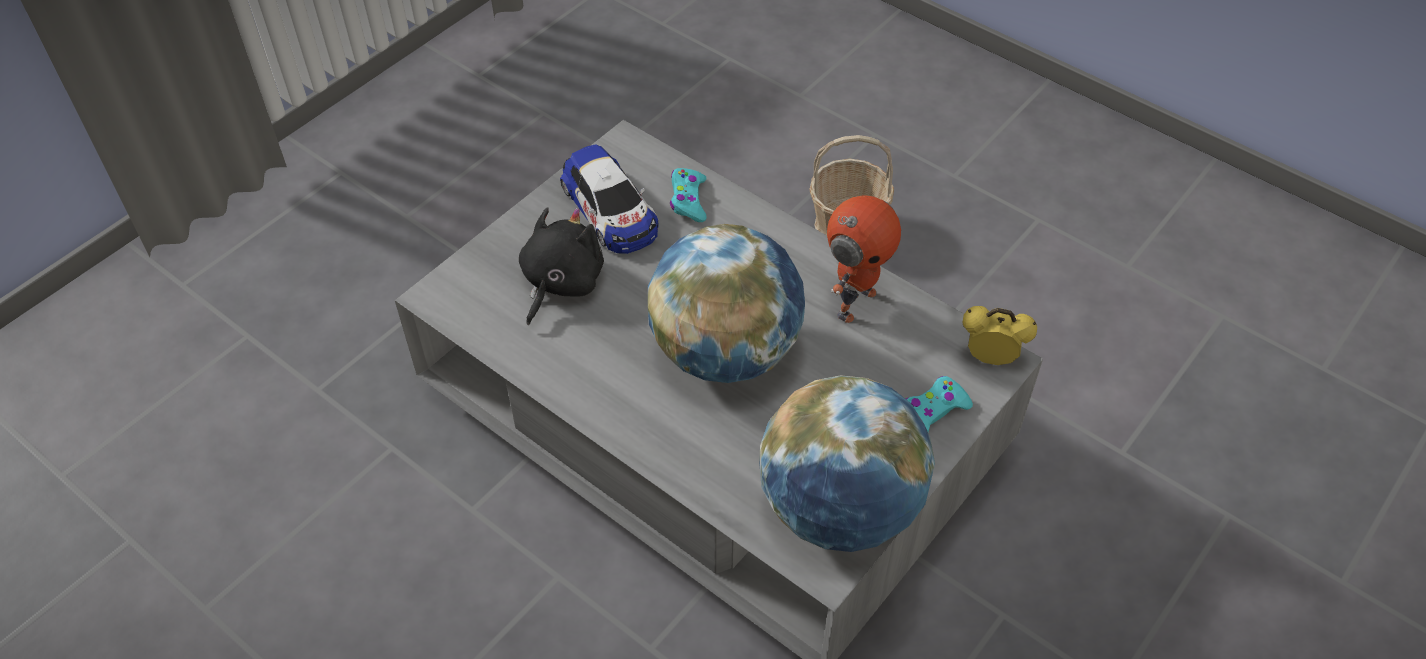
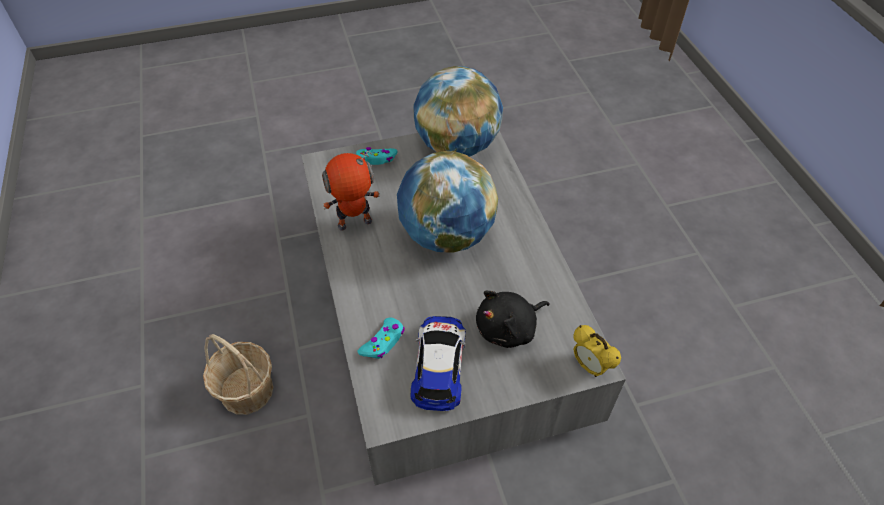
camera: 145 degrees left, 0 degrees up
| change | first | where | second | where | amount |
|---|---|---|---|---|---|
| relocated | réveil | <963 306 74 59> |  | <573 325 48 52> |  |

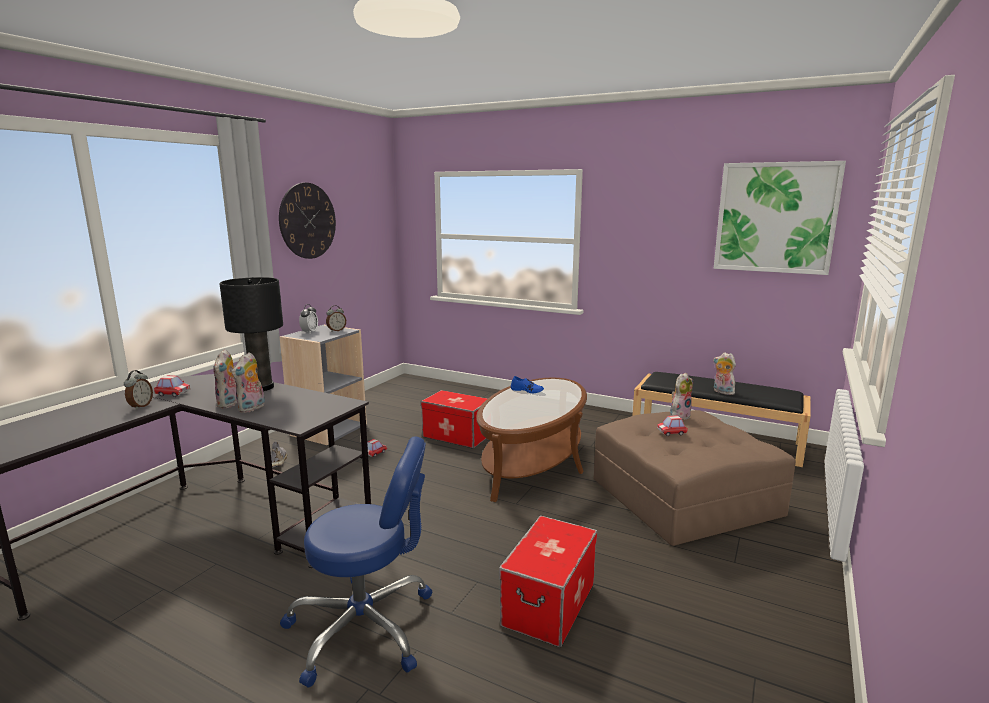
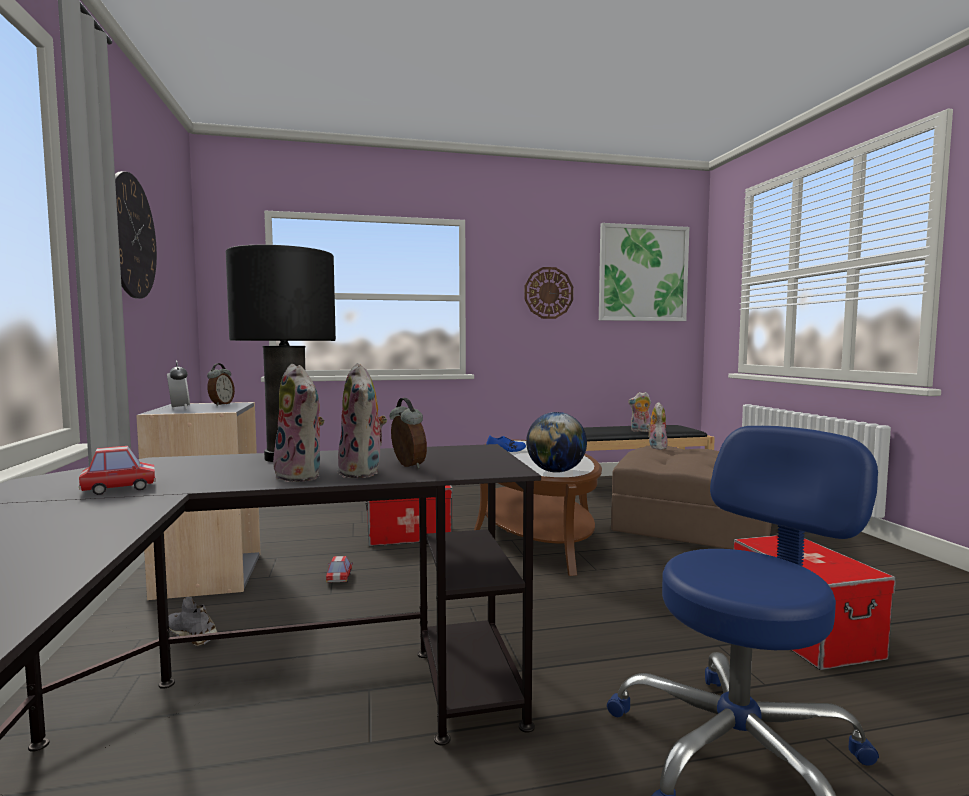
camera: 40 degrees left, 10 degrees down
| change | first | where | second | where | amount |
|---|---|---|---|---|---|
| missing | petite voiture | <657 415 31 21> |  |  |  |
| appeared |  |  | horloge murale | <524 267 49 52> |  |
| appeared |  |  | globe | <526 412 61 61> |  |
| relocated | réveil | <124 370 29 40> |  | <390 398 37 71> |  |

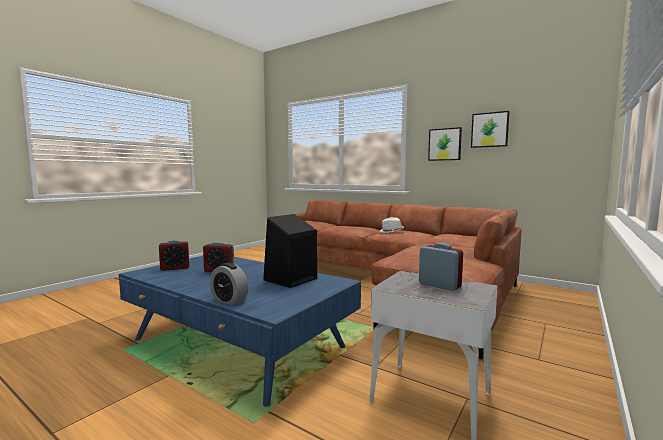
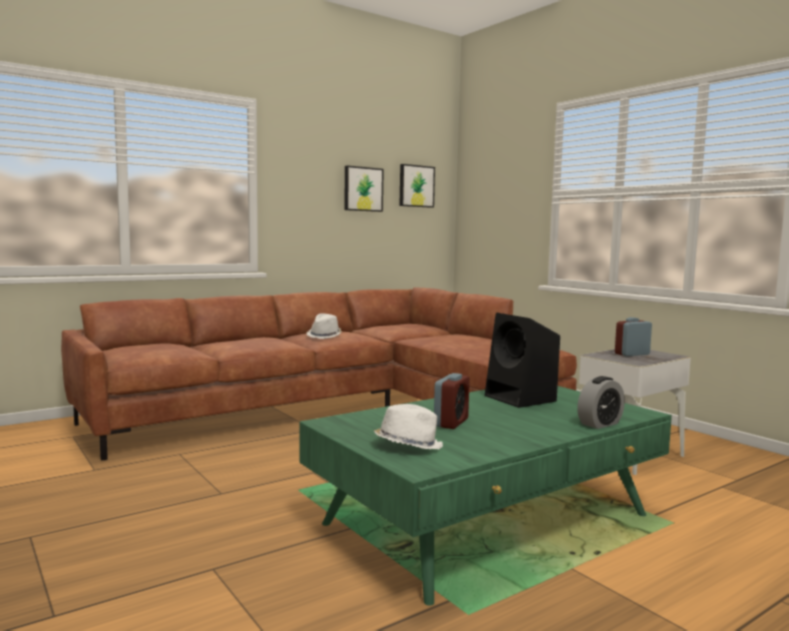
camera: 70 degrees left, 0 degrees up
| change | first | where | second | where | amount |
|---|---|---|---|---|---|
| relocated | tableau | <428 127 34 34> |  | <399 164 36 44> |  |
| exchanged | réveil | <159 239 30 32> | chapeau [blanc] | <374 404 69 46> |  |
| colour | table basse [bleu] | <119 256 242 151> | table basse [vert] | <299 386 373 220> |  |

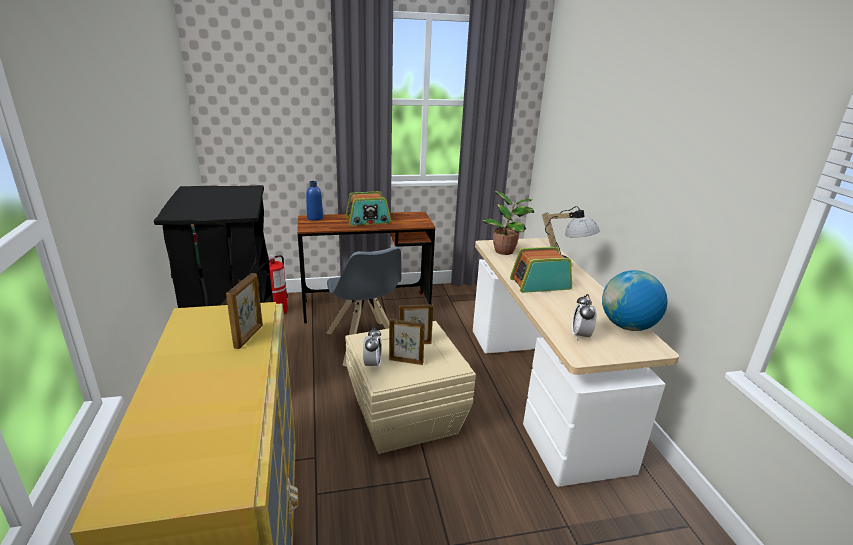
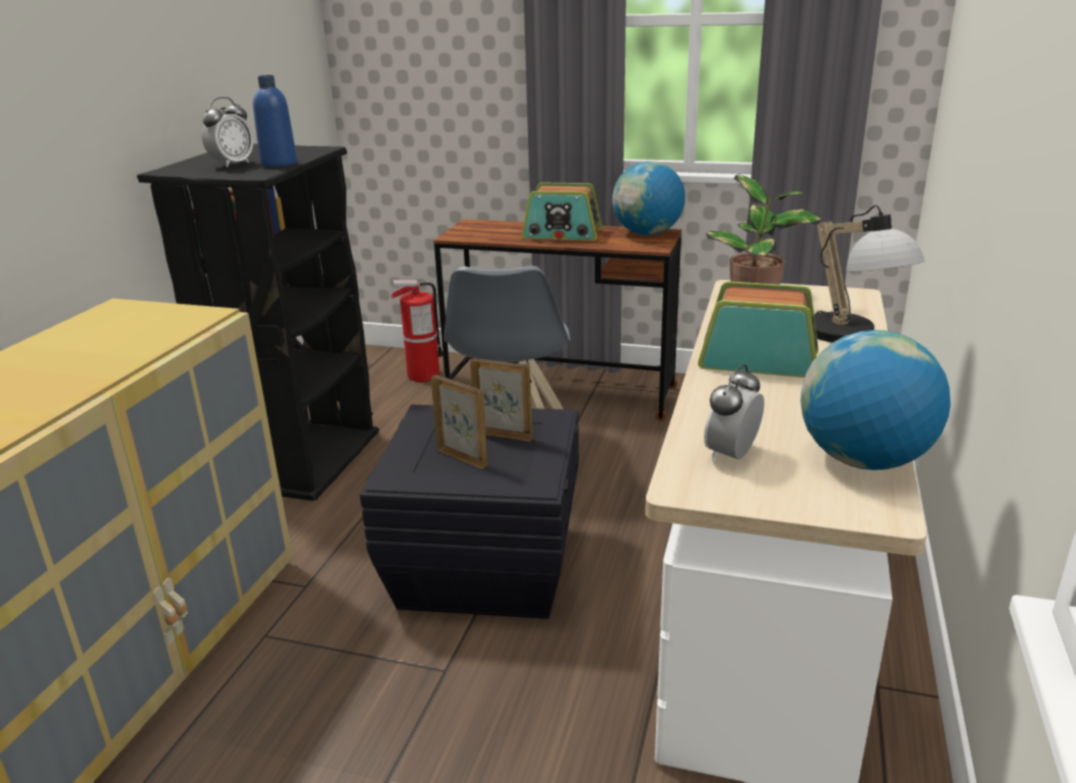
camera: 30 degrees right, 0 degrees up
| change | first | where | second | where | amount |
|---|---|---|---|---|---|
| missing | cadre photo | <226 273 37 76> |  |  |  |
| appeared |  |  | globe | <612 161 73 74> |  |
| relocated | bouteille [bleu] | <306 181 17 40> |  | <253 75 44 92> |  |
| relocated | réveil | <363 327 19 43> |  | <202 97 52 71> |  |
| colour | boîte de rangement [beige] | <345 321 131 133> | boîte de rangement [noir] | <360 405 219 214> |  |

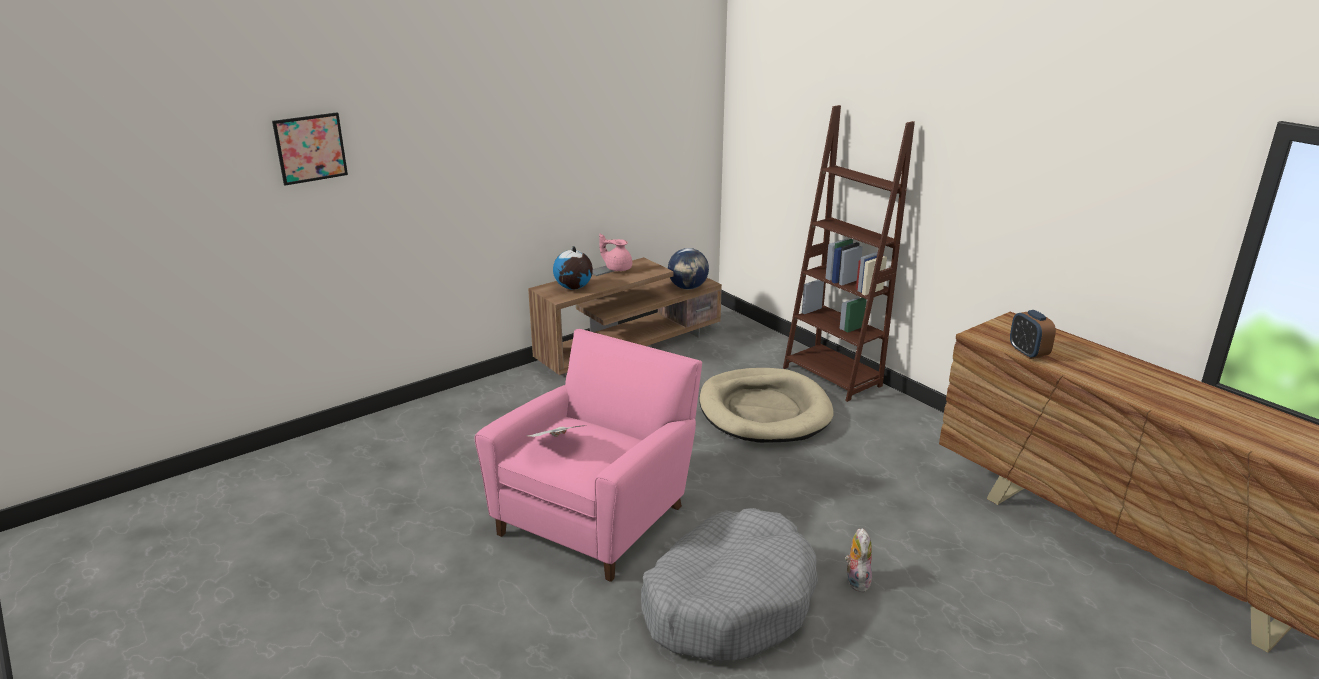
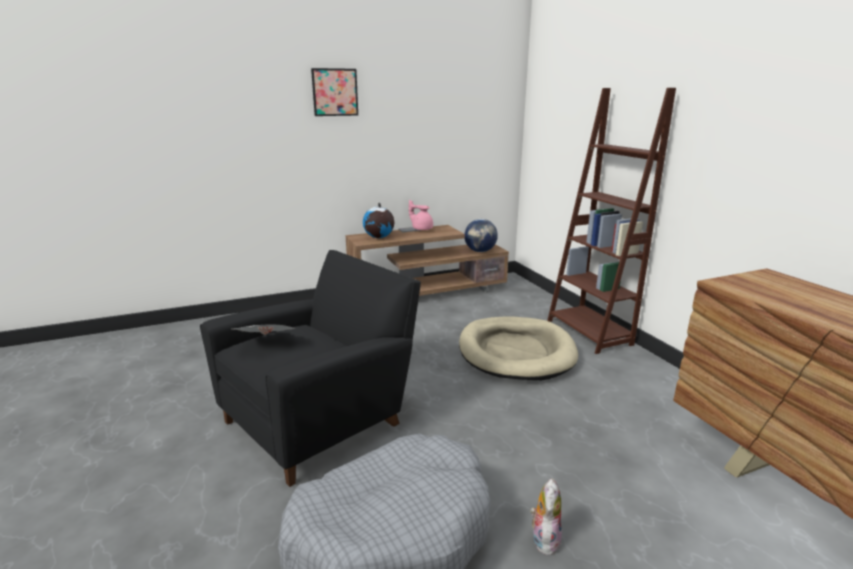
camera: 15 degrees right, 5 degrees down
| change | first | where | second | where | amount |
|---|---|---|---|---|---|
| missing | réveil | <1010 310 46 49> |  |  |  |
| relocated | tableau | <272 112 76 74> |  | <311 68 47 48> |  |
| colour | fauteuil [rose] | <475 329 227 253> | fauteuil [noir] | <200 250 221 237> |  |

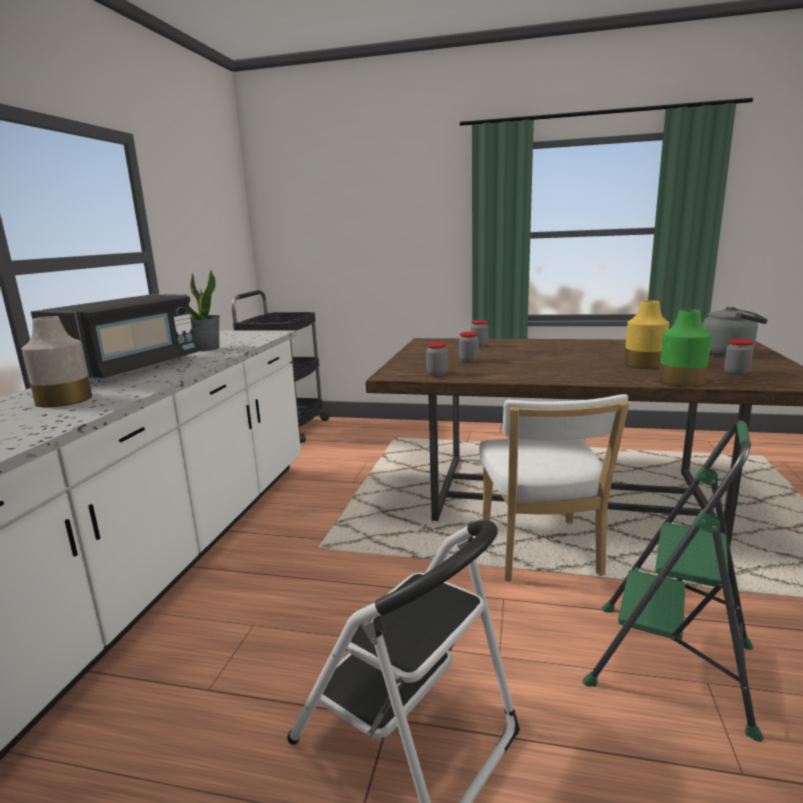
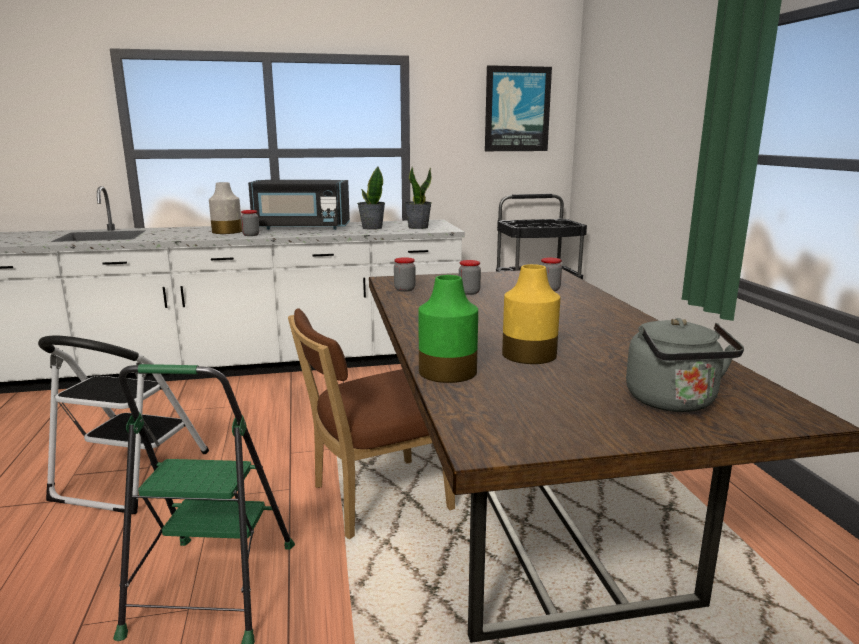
camera: 65 degrees right, 0 degrees up
| change | first | where | second | where | amount |
|---|---|---|---|---|---|
| appeared |  |  | plante en pot | <405 167 27 62> |  |
| appeared |  |  | tableau | <485 65 67 86> |  |
| relocated | bocal | <724 339 30 36> |  | <241 210 18 26> |  |
| colour | chaise [blanc] | <479 394 150 188> | chaise [marron] | <288 308 167 231> |  |

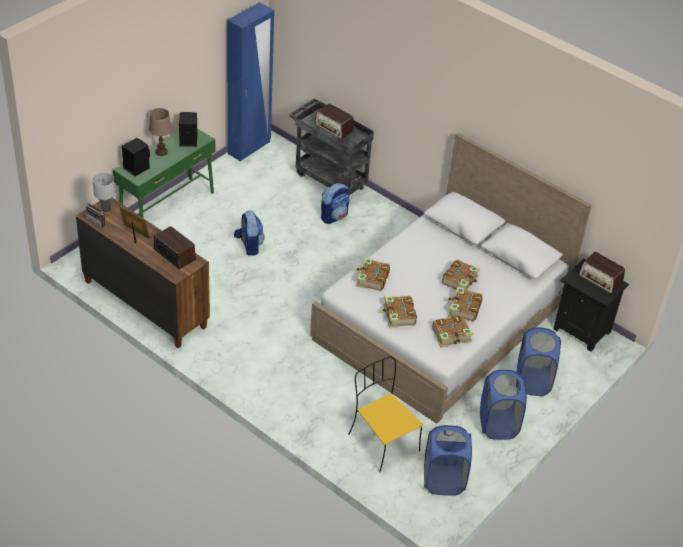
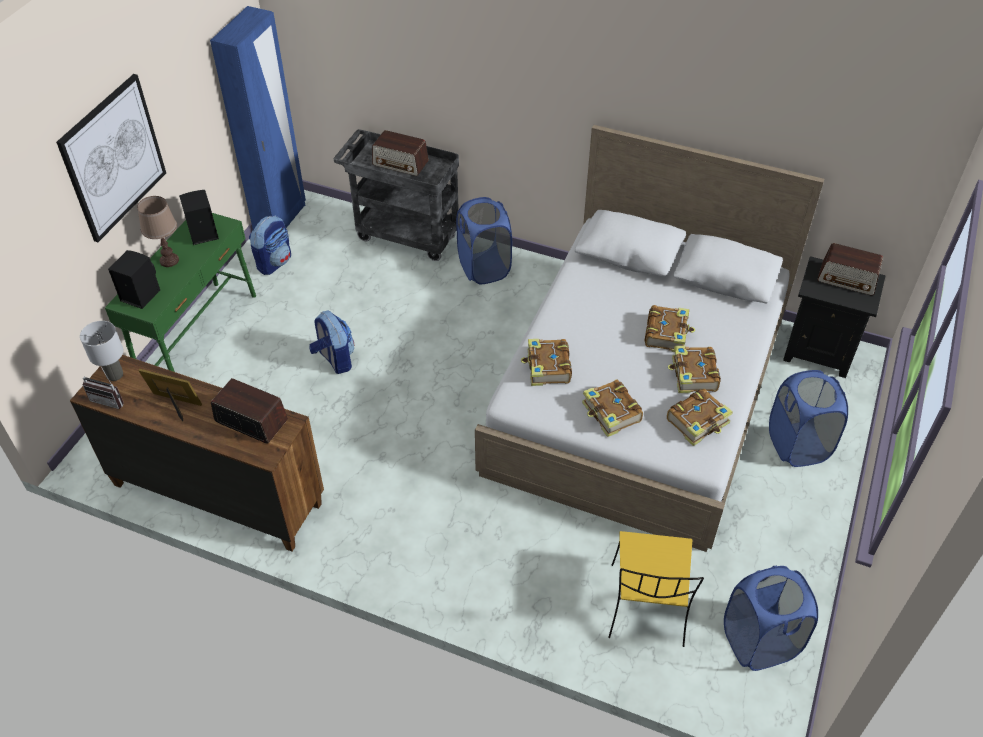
camera: 15 degrees left, 5 degrees up
| change | first | where | second | where | amount |
|---|---|---|---|---|---|
| appeared |  |  | tableau | <56 74 110 168> |  |
| relocated | sac à dos | <321 183 29 41> |  | <249 216 42 59> |  |
| relocated | panier à linge [bleu] | <480 370 47 70> |  | <456 197 56 88> |  |
| spun | chaise [jaune] | <348 357 75 115> |  | <608 531 96 116> | 120 degrees counterclockwise |

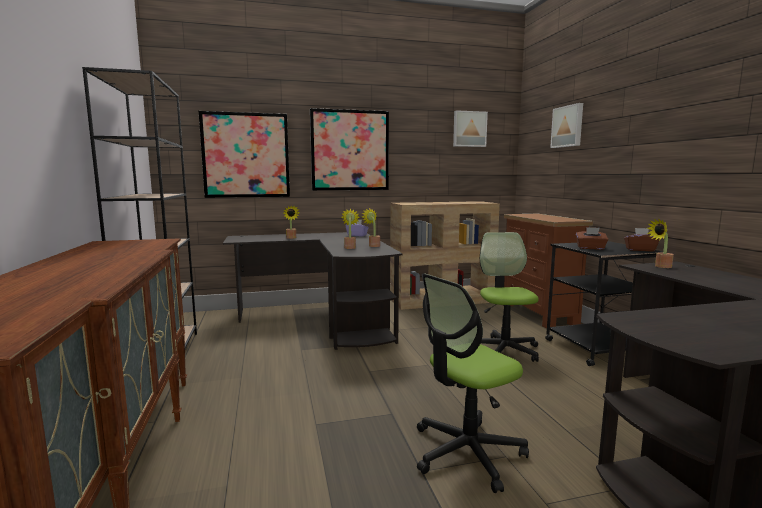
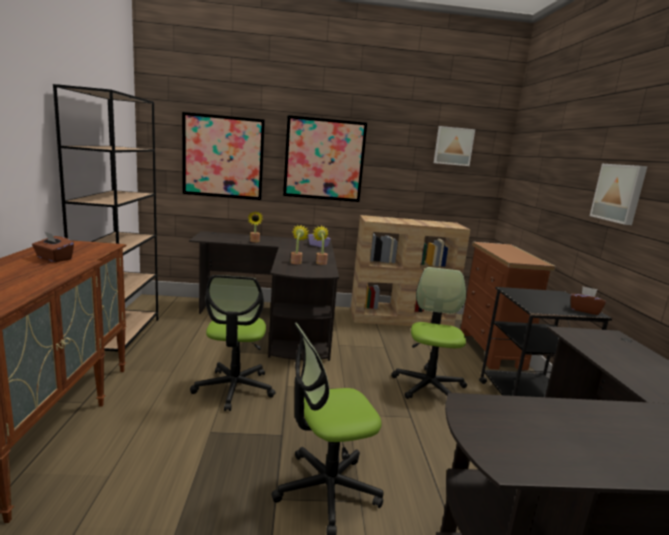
camera: 10 degrees right, 5 degrees up
| change | first | where | second | where | amount |
|---|---|---|---|---|---|
| missing | plante en pot | <647 218 27 50> |  |  |  |
| appeared |  |  | chaise de bureau | <190 275 86 136> |  |
| relocated | tableau | <550 103 33 45> |  | <590 164 58 61> |  |
| relocated | boîte à mouchoirs [marron] | <576 227 32 23> |  | <32 232 42 30> |  |

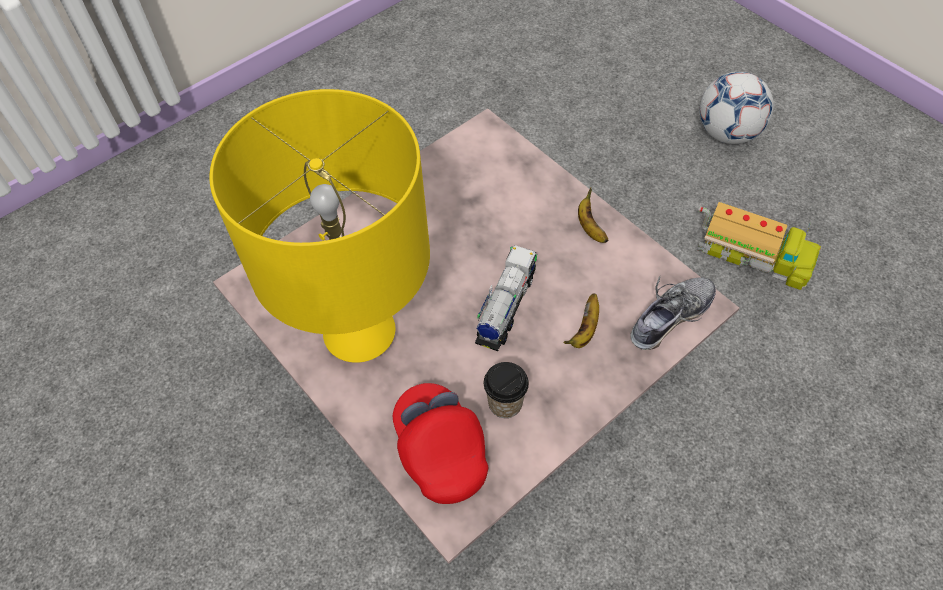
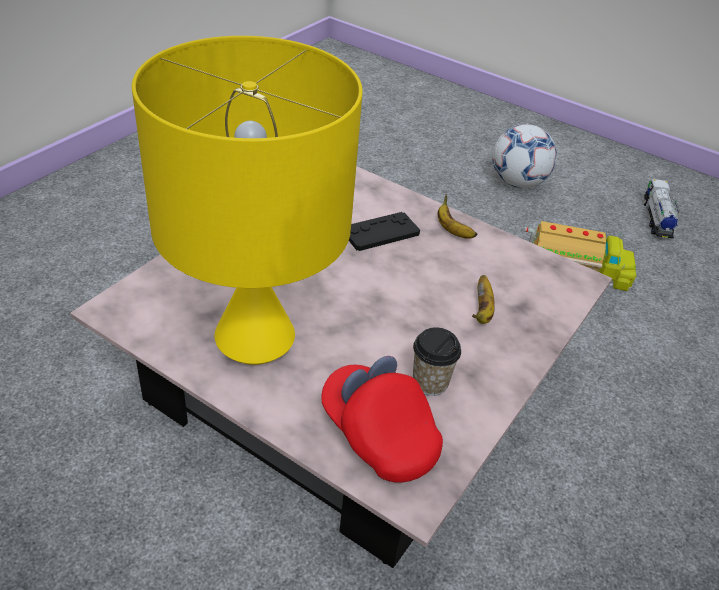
camera: 20 degrees left, 15 degrees down
| change | first | where | second | where | amount |
|---|---|---|---|---|---|
| missing | chaussure | <630 276 86 74> |  |  |  |
| appeared |  |  | manette [noir] | <349 212 71 39> |  |
| relocated | camion jouet | <475 245 62 106> |  | <644 179 36 59> |  |

